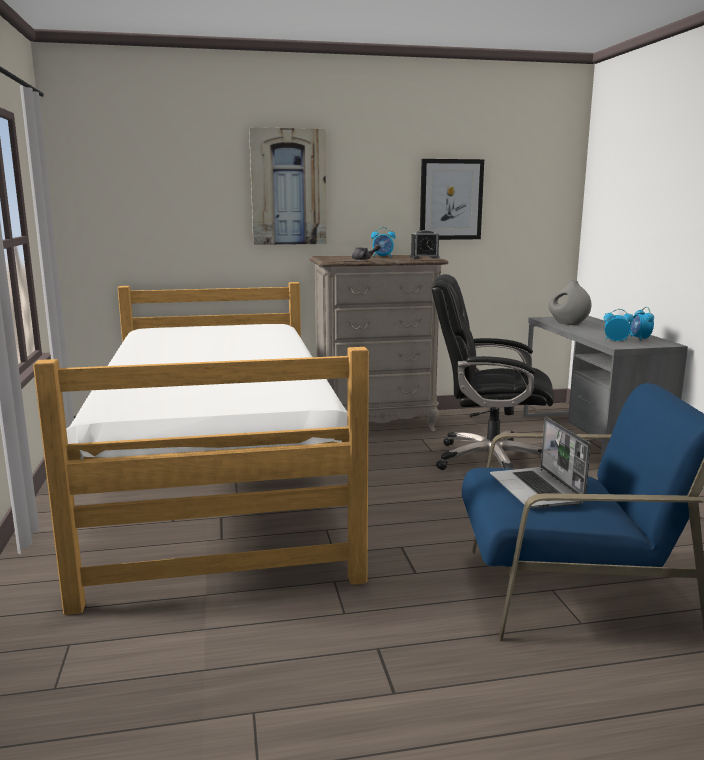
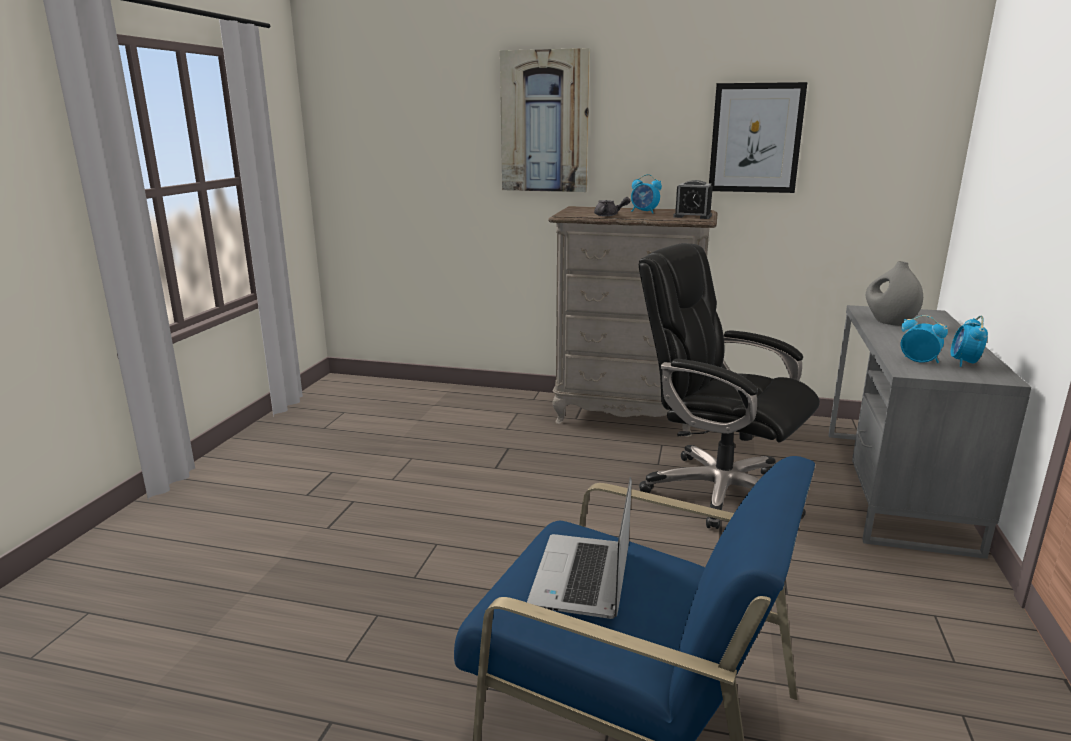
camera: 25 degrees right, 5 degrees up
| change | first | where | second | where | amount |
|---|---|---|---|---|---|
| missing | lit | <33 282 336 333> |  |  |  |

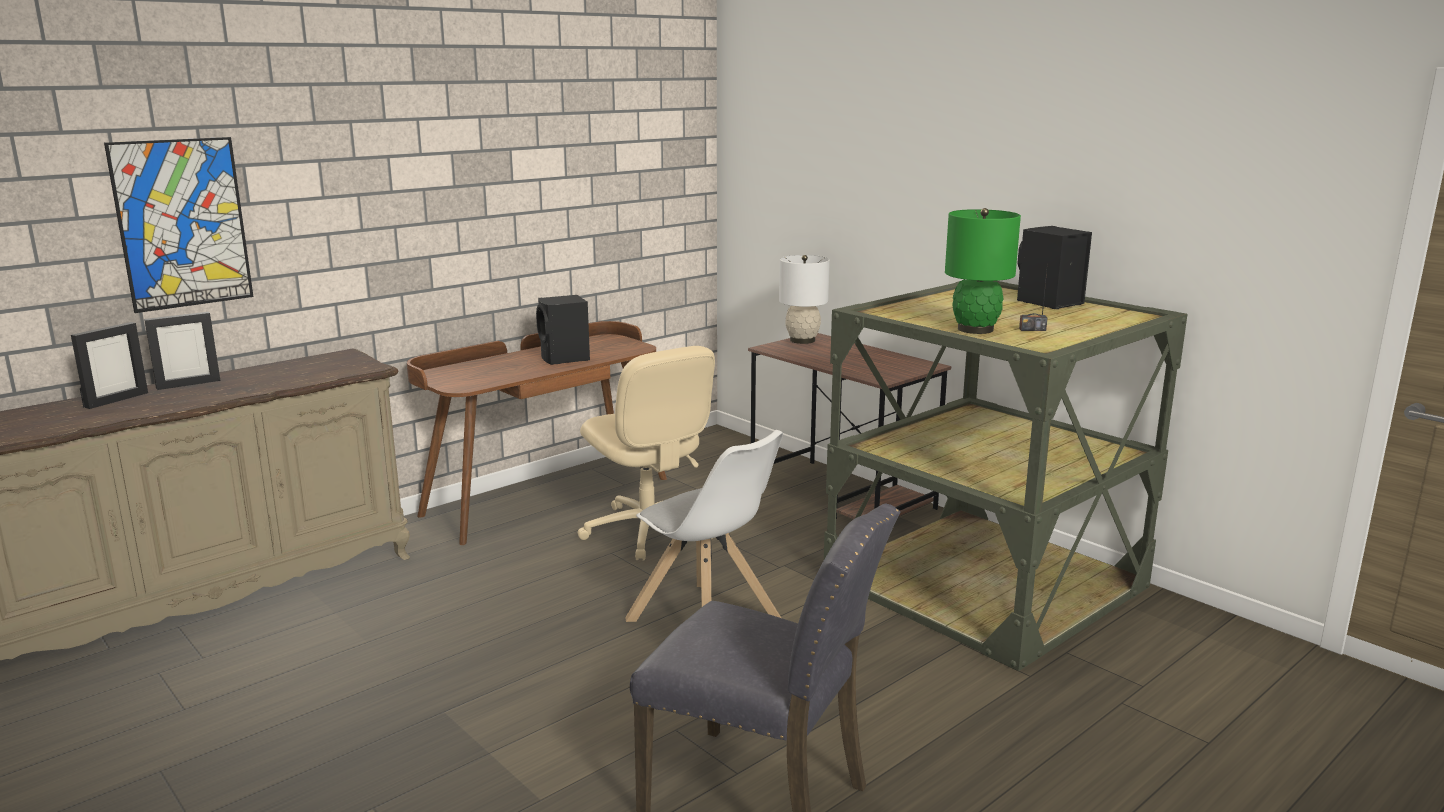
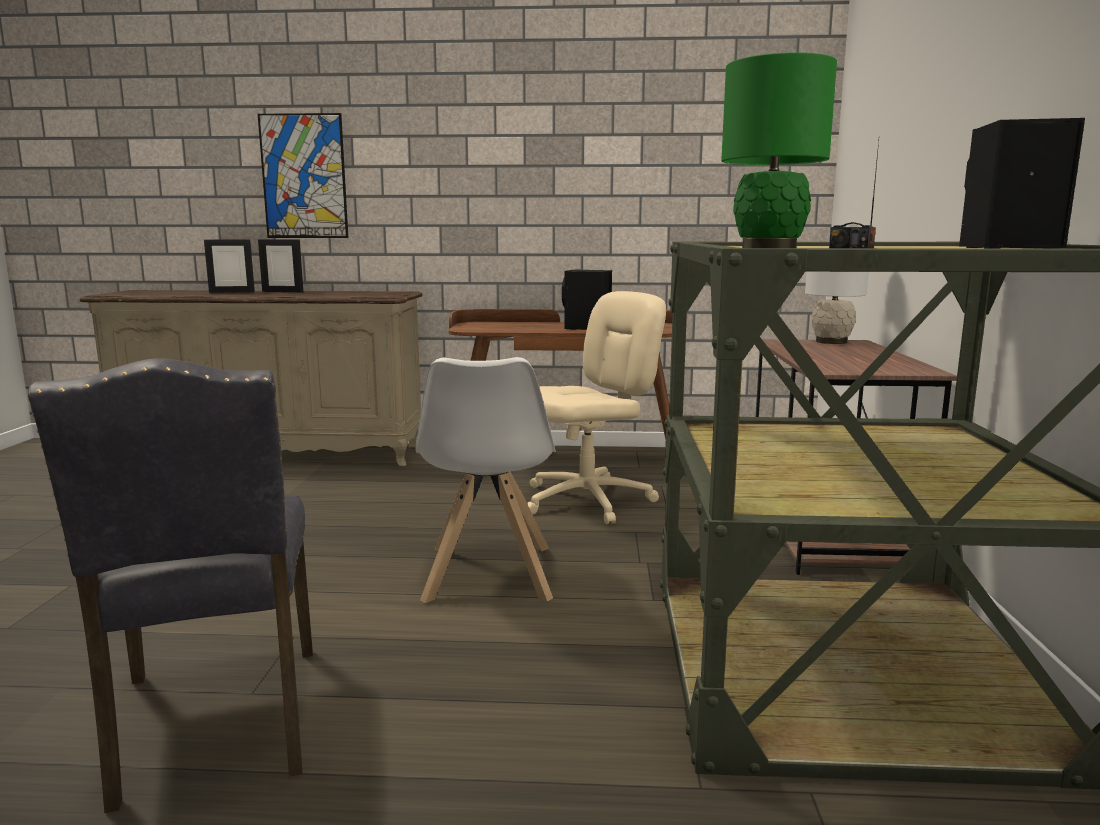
camera: 45 degrees right, 5 degrees down
| change | first | where | second | where | amount |
|---|---|---|---|---|---|
| spun | chaise de bureau [beige] | <578 346 137 214> |  | <527 291 139 233> | 135 degrees counterclockwise |

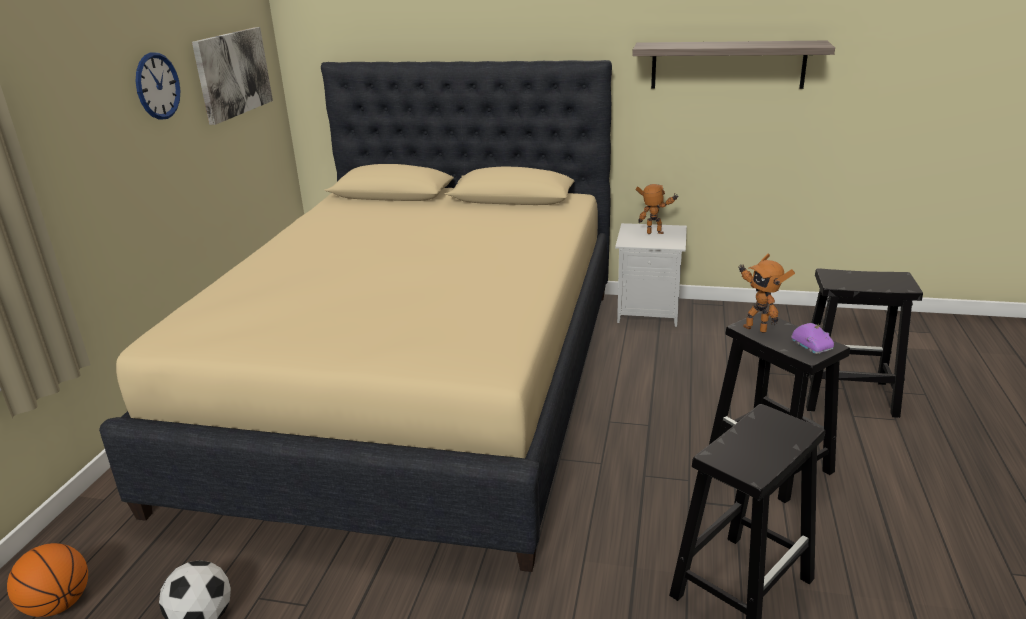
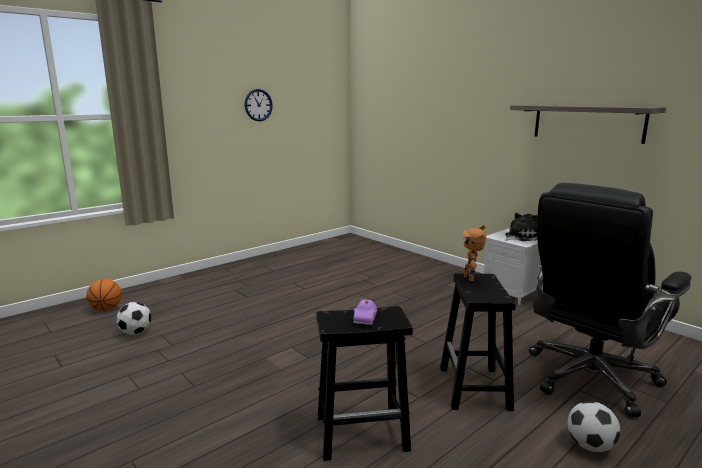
camera: 35 degrees right, 10 degrees down
| change | first | where | second | where | amount |
|---|---|---|---|---|---|
| missing | lit [beige] | <99 60 513 512> |  |  |  |
| missing | tableau | <192 27 81 98> |  |  |  |
| appeared |  |  | ballon de foot | <567 401 53 51> |  |
| relocated | petite voiture [violet] | <791 323 43 31> |  | <353 300 24 25> |  |
| exchanged | robot jouet | <636 184 43 50> | peluche | <505 213 32 28> |  |
| exchanged | tabouret [noir] | <806 268 117 150> | chaise de bureau [noir] | <529 183 163 235> |  |

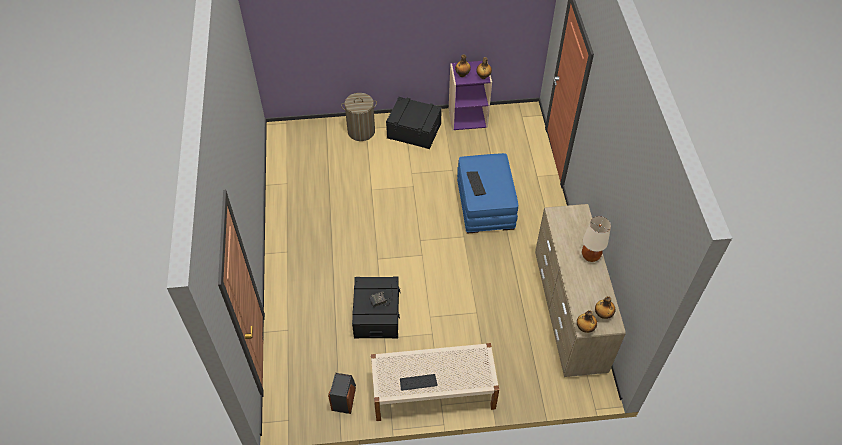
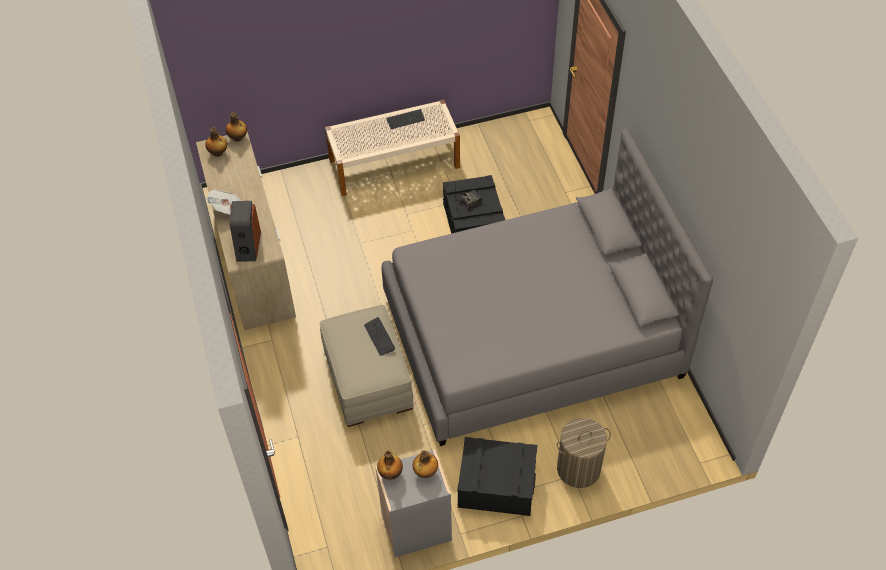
camera: 170 degrees right, 0 degrees up
| change | first | where | second | where | amount |
|---|---|---|---|---|---|
| appeared |  |  | lit [gris] | <381 129 332 317> |  |
| relocated | enceinte | <328 373 28 41> |  | <230 201 31 61> |  |
| exchanged | lampe de table [beige] | <582 216 29 46> | journal | <206 189 35 26> |  |
| colour | bibliothèque [violet] | <449 61 43 69> | bibliothèque [gris] | <375 449 77 108> |  |
| colour | pouf [bleu] | <457 153 61 81> | pouf [beige] | <320 305 93 122> |  |

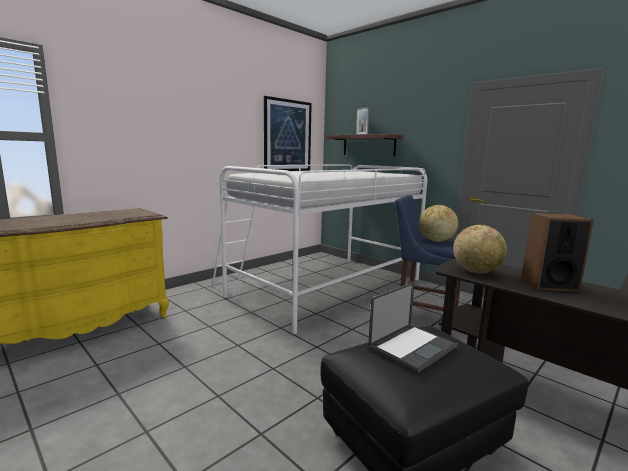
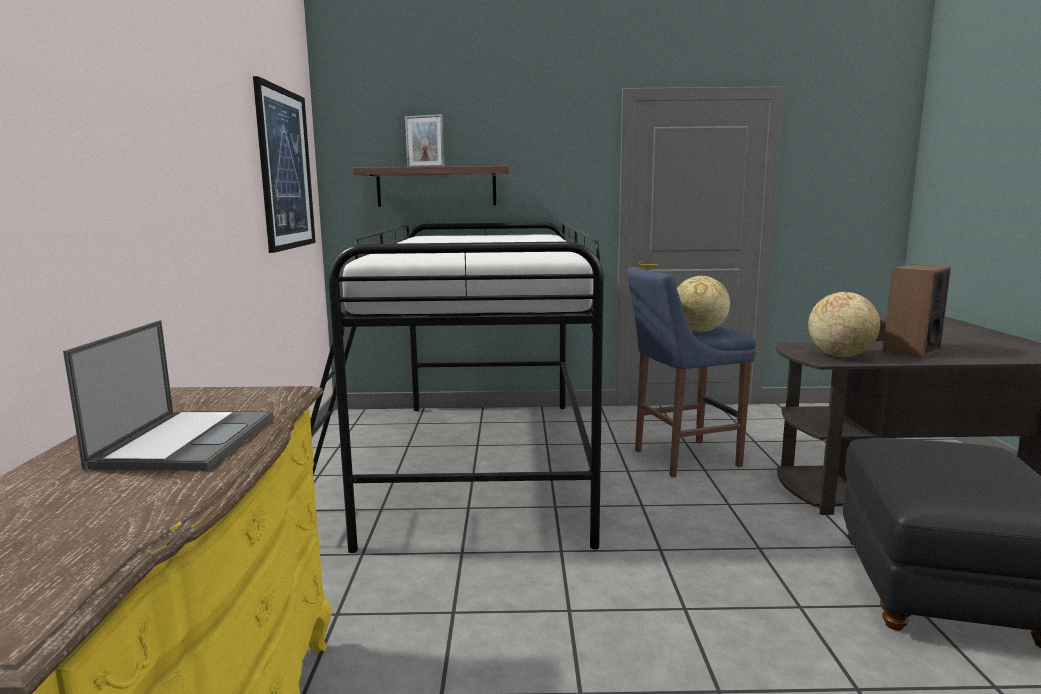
camera: 45 degrees left, 0 degrees up
| change | first | where | second | where | amount |
|---|---|---|---|---|---|
| relocated | ordinateur portable | <368 282 90 91> |  | <63 320 210 151> |  |
| colour | lit [blanc] | <212 164 215 170> | lit [noir] | <310 222 294 331> |  |

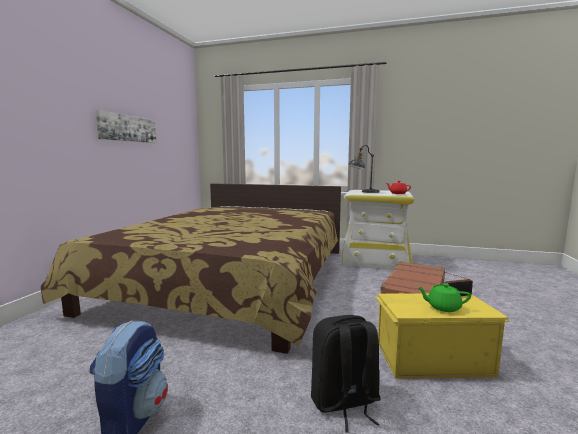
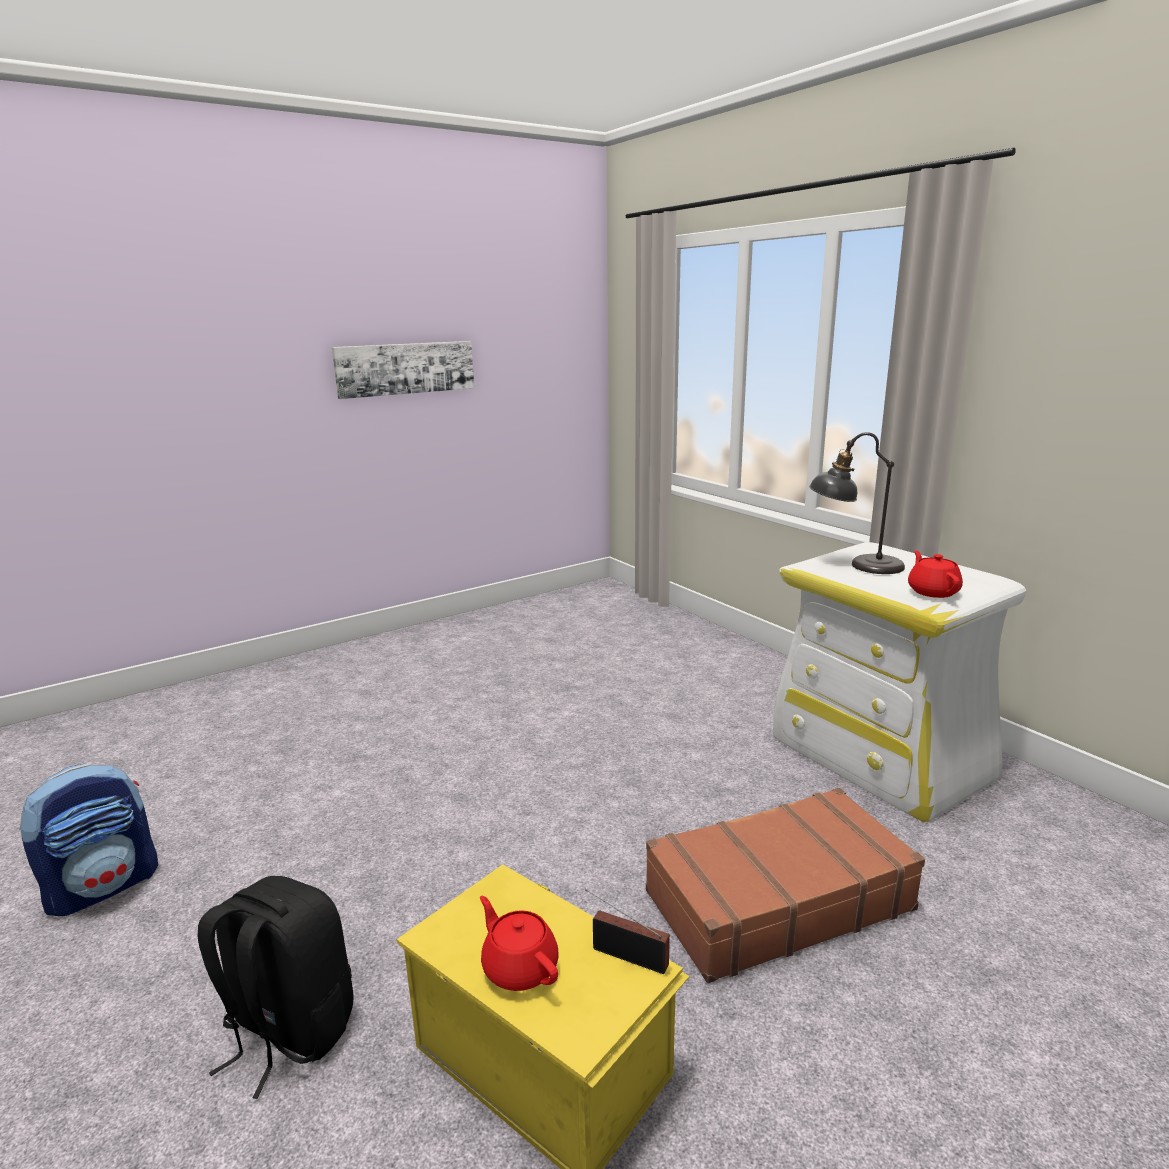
camera: 40 degrees right, 10 degrees up
| change | first | where | second | where | amount |
|---|---|---|---|---|---|
| missing | lit | <41 183 300 171> |  |  |  |
| colour | théière [vert] | <417 283 54 29> | théière [rouge] | <480 896 79 95> |  |

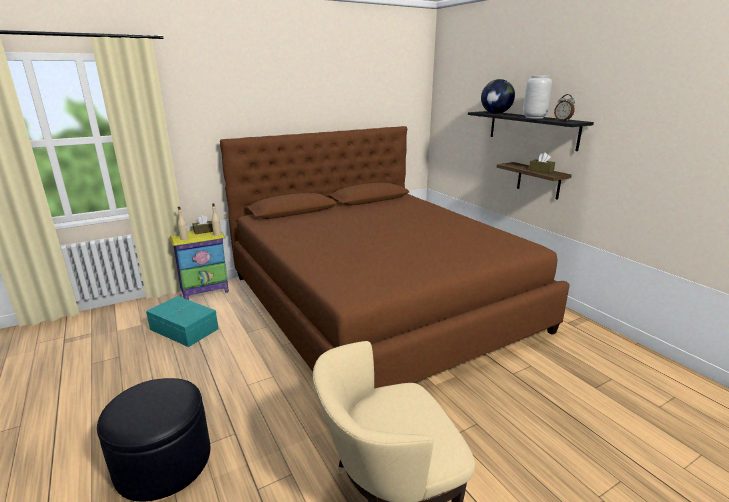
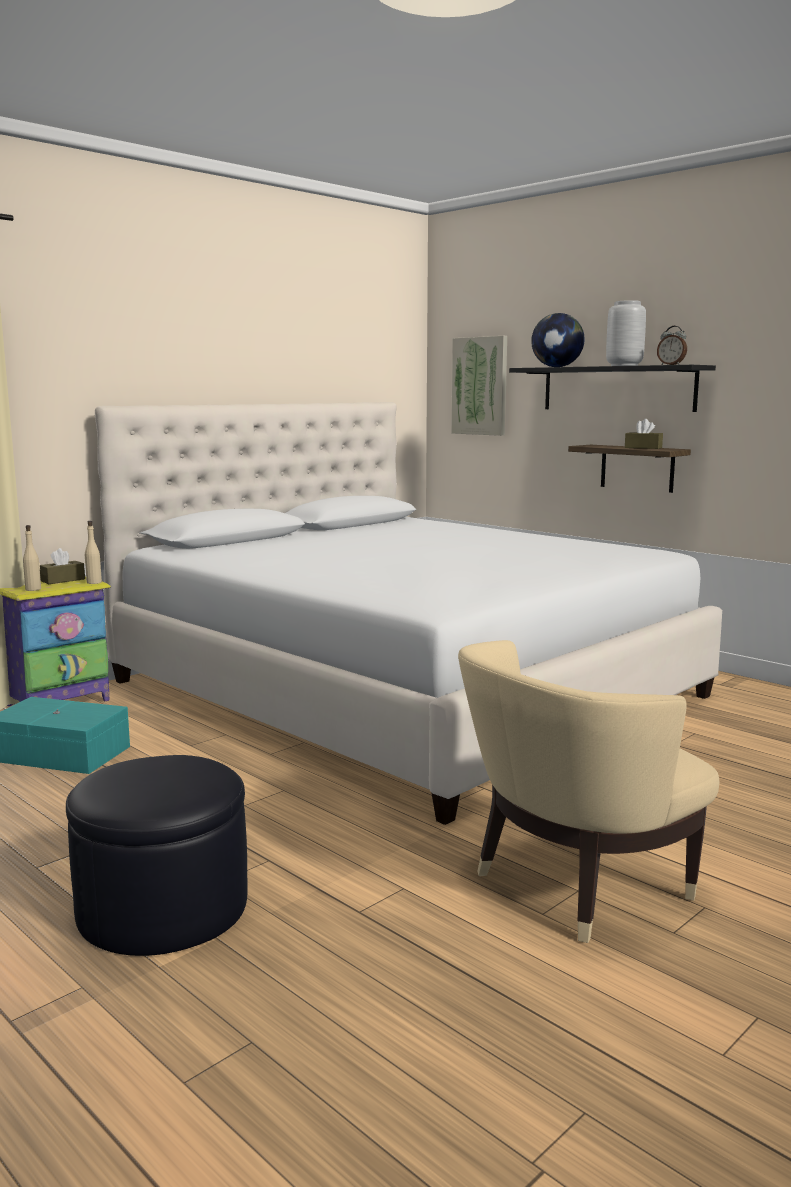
camera: 15 degrees left, 10 degrees down
| change | first | where | second | where | amount |
|---|---|---|---|---|---|
| appeared |  |  | tableau | <451 336 56 100> |  |
| colour | lit [marron] | <220 126 350 263> | lit [blanc] | <95 402 627 423> |  |

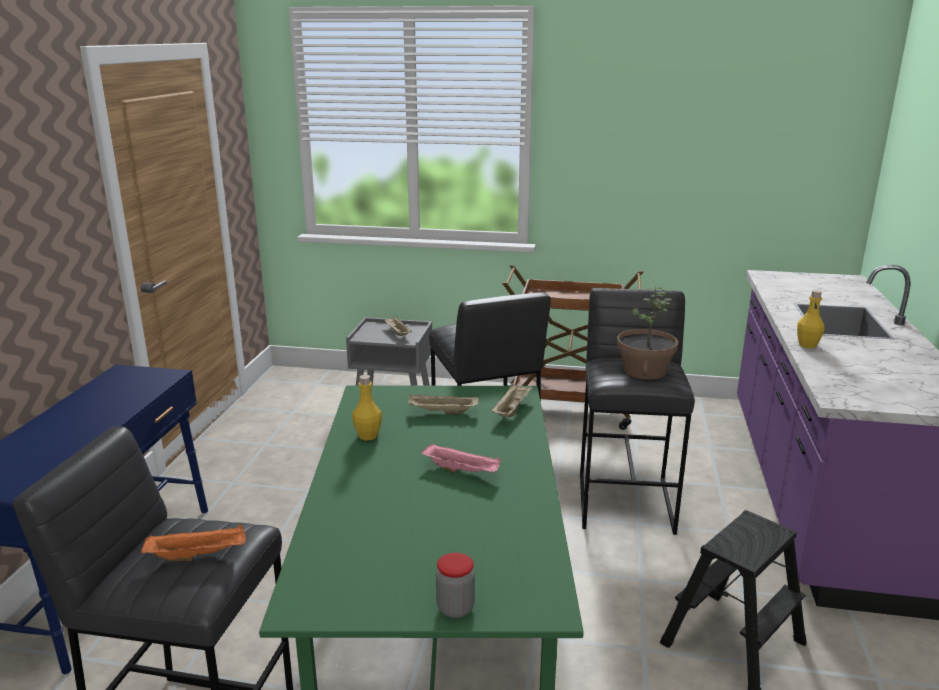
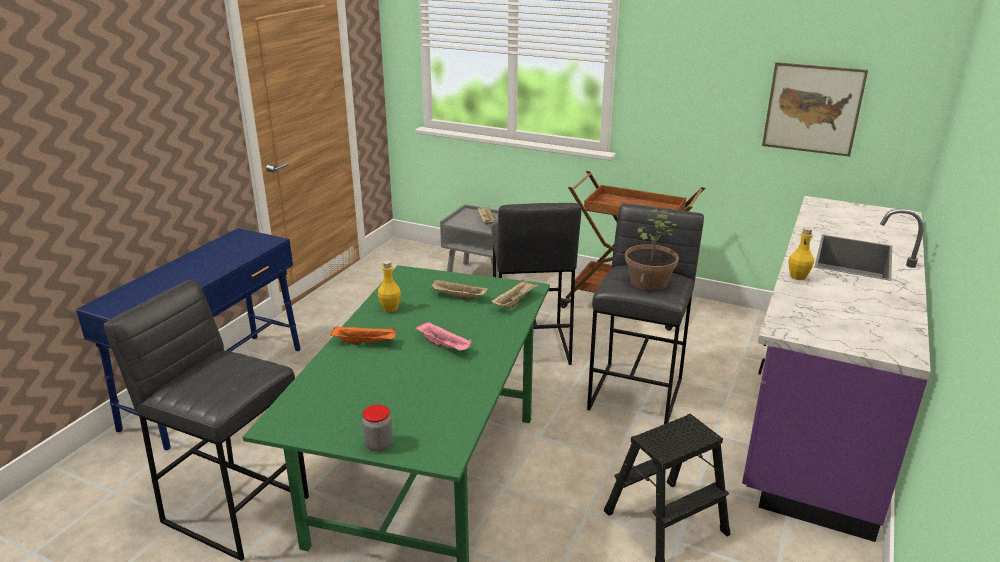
camera: 15 degrees right, 5 degrees up
| change | first | where | second | where | amount |
|---|---|---|---|---|---|
| appeared |  |  | tableau | <762 62 106 95> |  |
| relocated | plateau [orange] | <141 524 105 37> |  | <330 326 66 19> |  |

